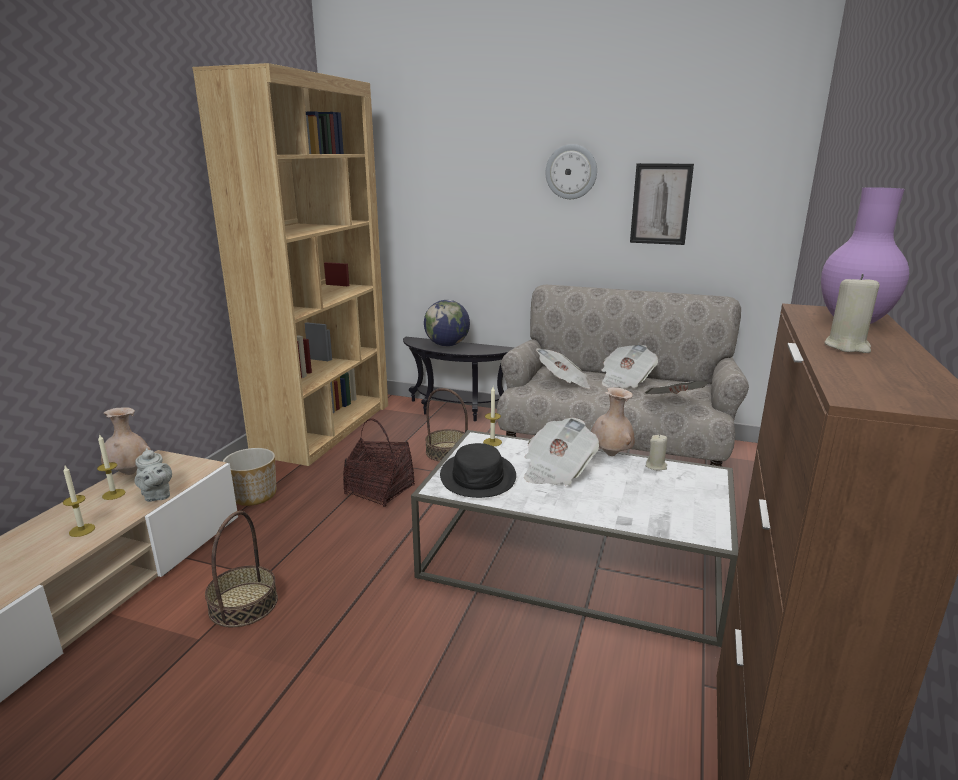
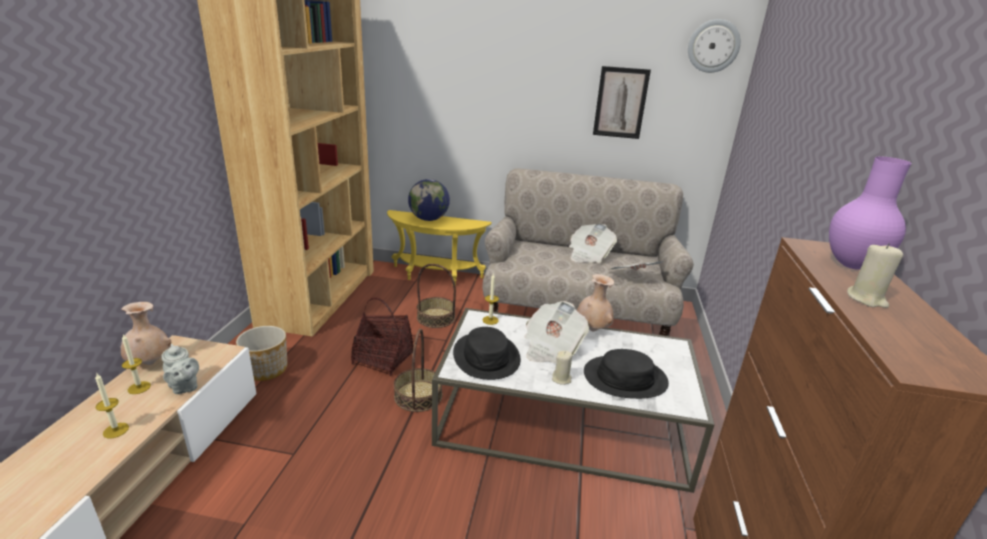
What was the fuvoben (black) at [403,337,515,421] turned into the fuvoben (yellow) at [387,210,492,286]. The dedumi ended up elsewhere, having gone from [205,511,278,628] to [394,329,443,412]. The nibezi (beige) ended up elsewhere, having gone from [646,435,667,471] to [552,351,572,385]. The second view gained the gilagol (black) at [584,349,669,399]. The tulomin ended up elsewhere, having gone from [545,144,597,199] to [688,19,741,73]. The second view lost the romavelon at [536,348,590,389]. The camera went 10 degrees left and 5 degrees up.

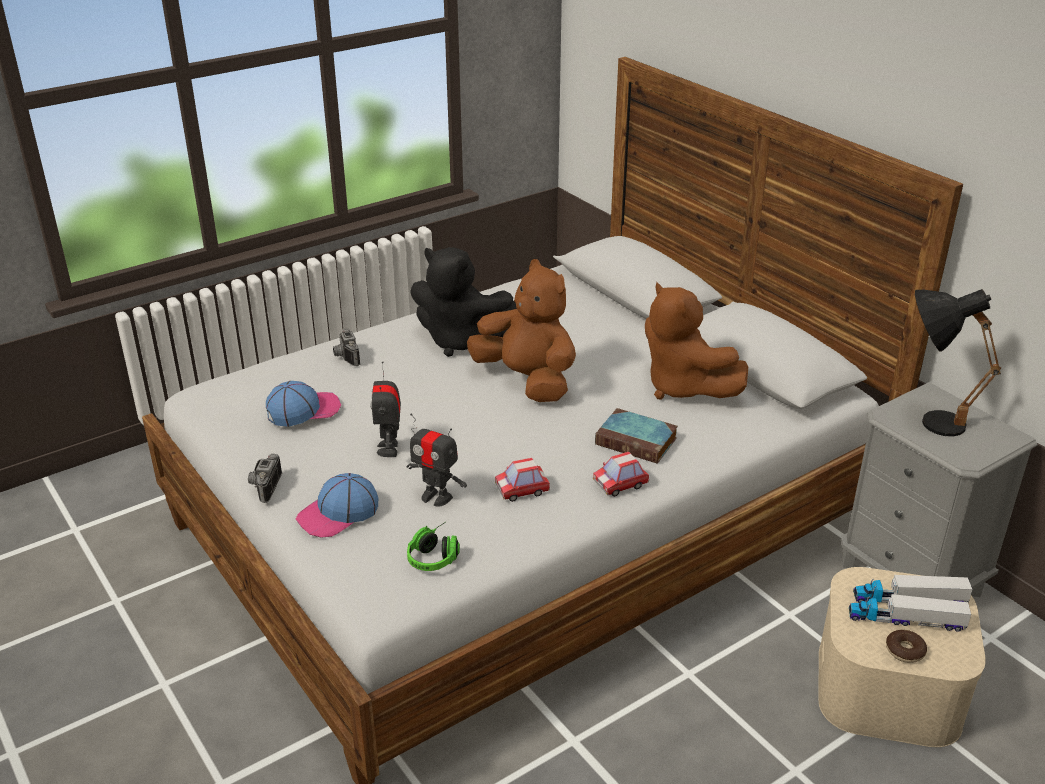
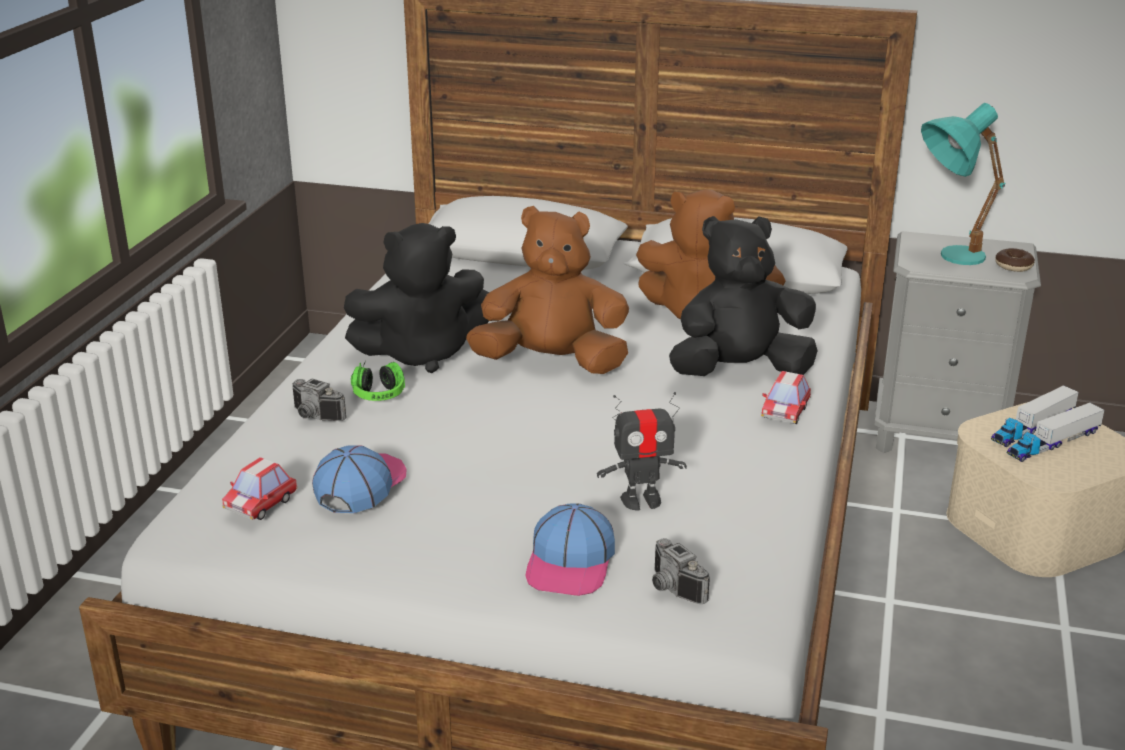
The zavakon ended up elsewhere, having gone from [495,458,550,502] to [222,457,298,520]. The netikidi ended up elsewhere, having gone from [407,522,460,571] to [351,361,405,401]. The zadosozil ended up elsewhere, having gone from [248,454,282,503] to [652,538,710,604]. Where the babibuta stood at [595,408,678,464], the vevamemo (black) came to stand at [669,216,818,376]. What was the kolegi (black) at [915,289,1001,436] turned into the kolegi (turquoise) at [921,103,1006,265]. The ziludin ended up elsewhere, having gone from [886,630,927,663] to [995,248,1035,272]. The second view lost the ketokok at [370,361,401,457]. The camera went 40 degrees left and 5 degrees down.

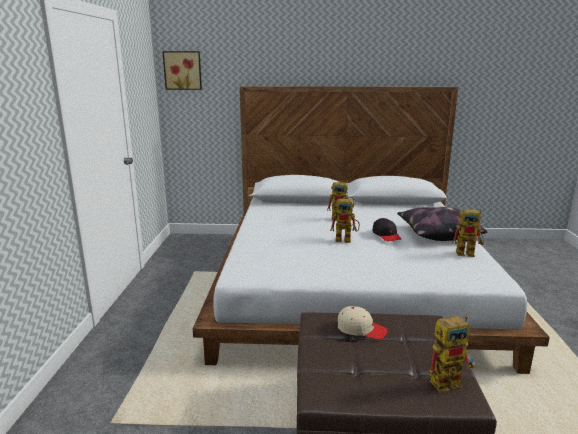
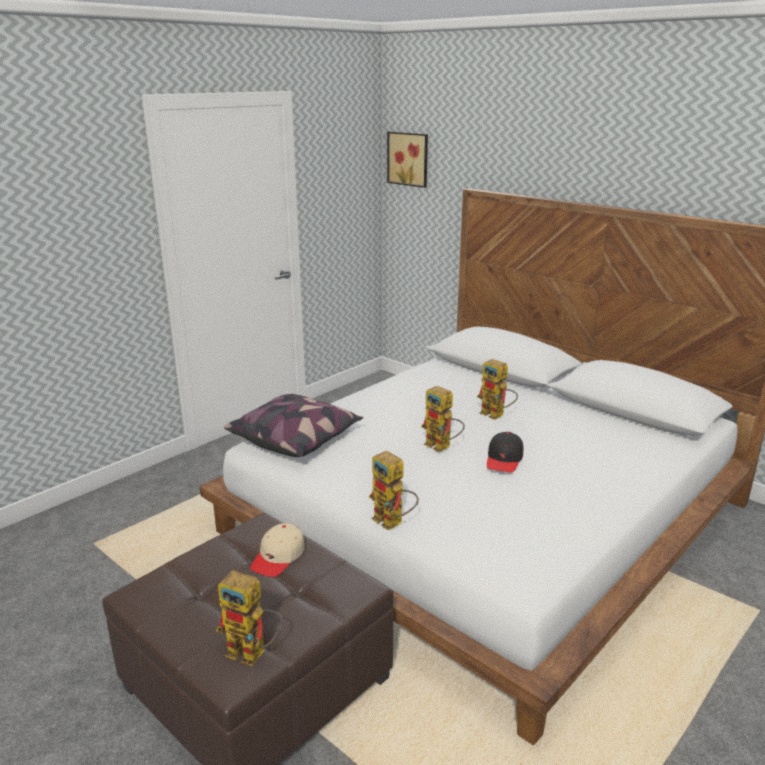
The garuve ended up elsewhere, having gone from [397,207,488,241] to [224,394,363,457]. The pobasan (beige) at [338,306,388,340] ended up facing another way, 60 degrees clockwise from before. The ketokok ended up elsewhere, having gone from [452,209,484,257] to [369,451,419,530]. The camera went 40 degrees right and 5 degrees up.

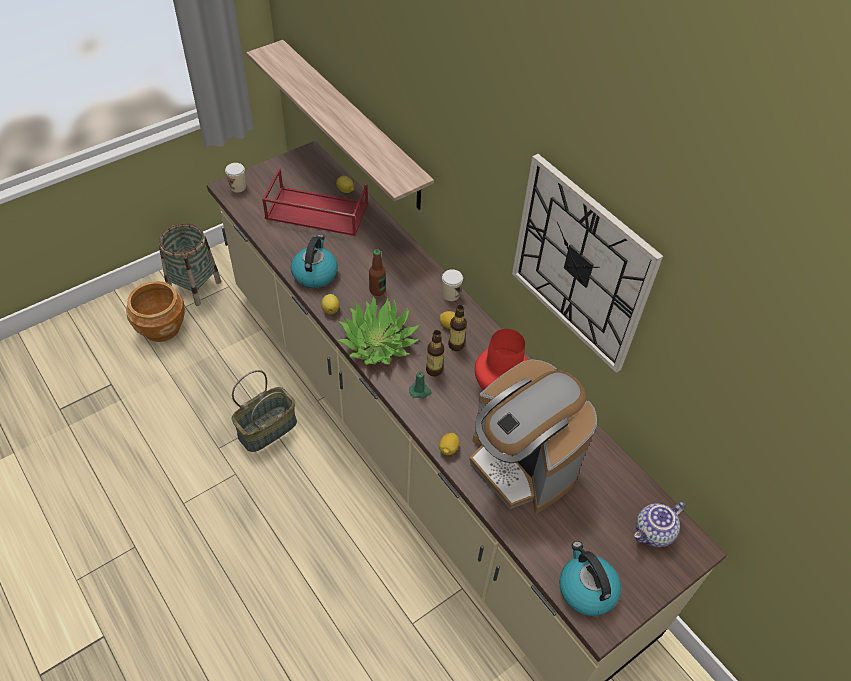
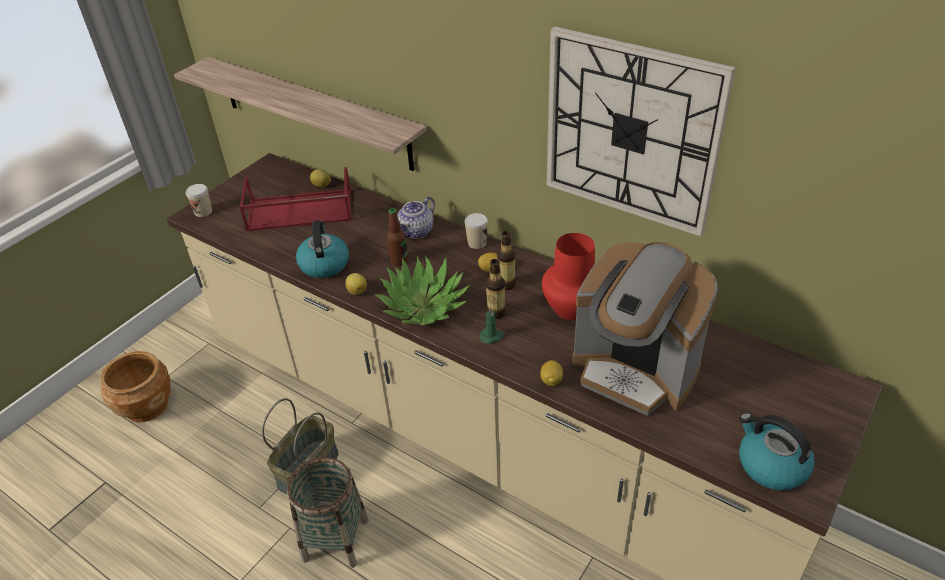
The dedumi ended up elsewhere, having gone from [159,223,221,306] to [287,457,369,568]. The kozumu ended up elsewhere, having gone from [634,502,686,547] to [397,196,435,239]. The camera went 15 degrees left and 10 degrees down.

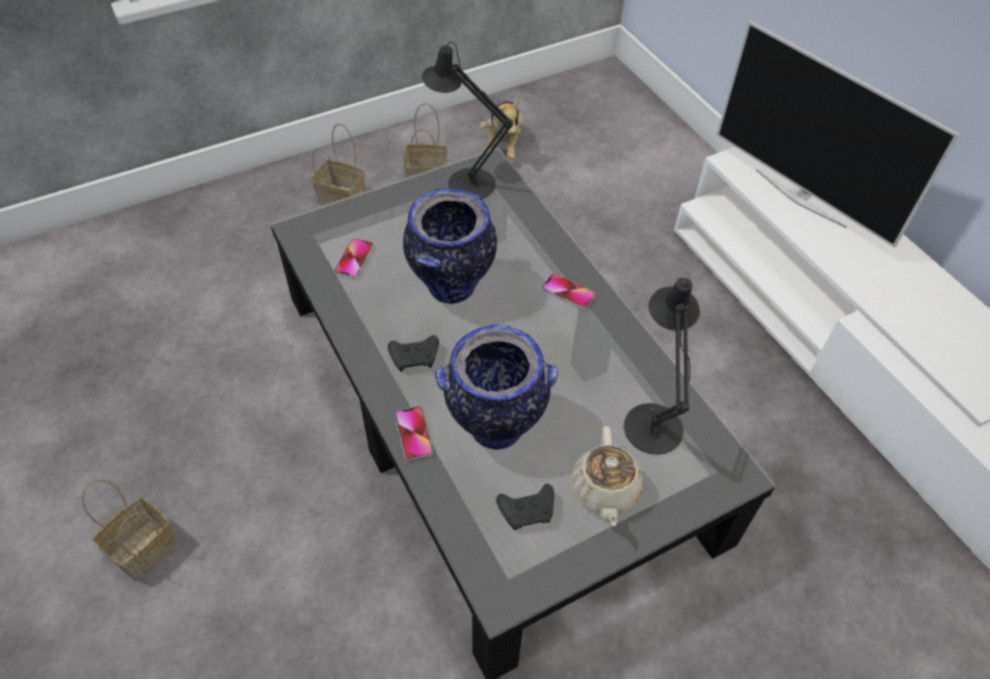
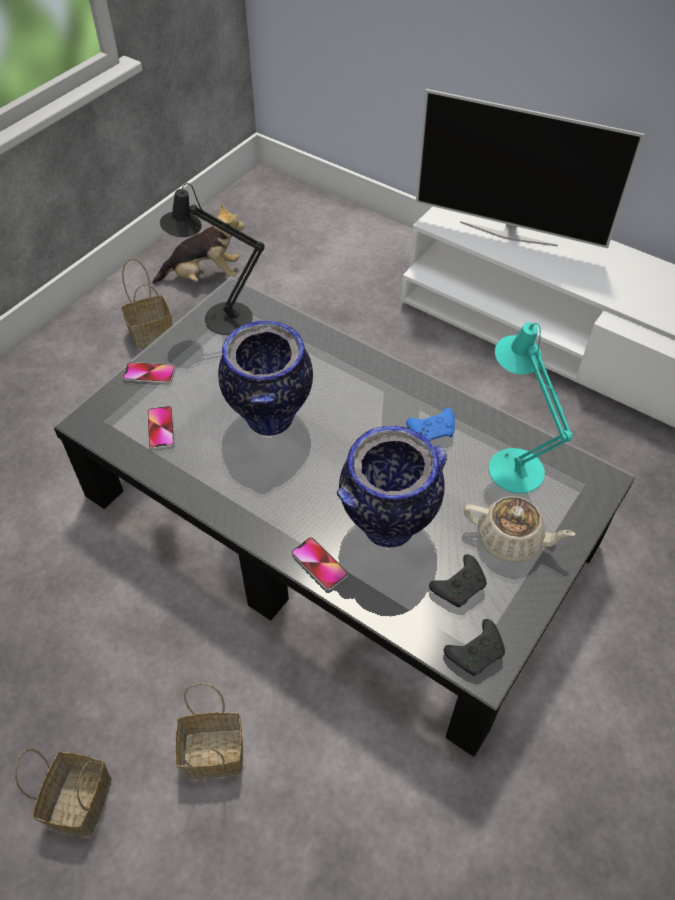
The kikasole ended up elsewhere, having gone from [542,273,596,309] to [123,362,175,384]. The vevamemo at [480,99,523,159] ended up facing another way, 75 degrees counterclockwise from before. The dedumi ended up elsewhere, having gone from [312,123,365,205] to [175,683,243,779]. The second view gained the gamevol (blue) at [406,408,455,442]. The gamevol (black) ended up elsewhere, having gone from [388,335,439,371] to [444,619,505,676]. The kozumu (beige) at [571,426,643,526] ended up facing another way, 45 degrees counterclockwise from before. What was the kolegi (black) at [624,277,700,455] turned into the kolegi (turquoise) at [489,322,573,493]. The camera went 25 degrees left and 0 degrees up.

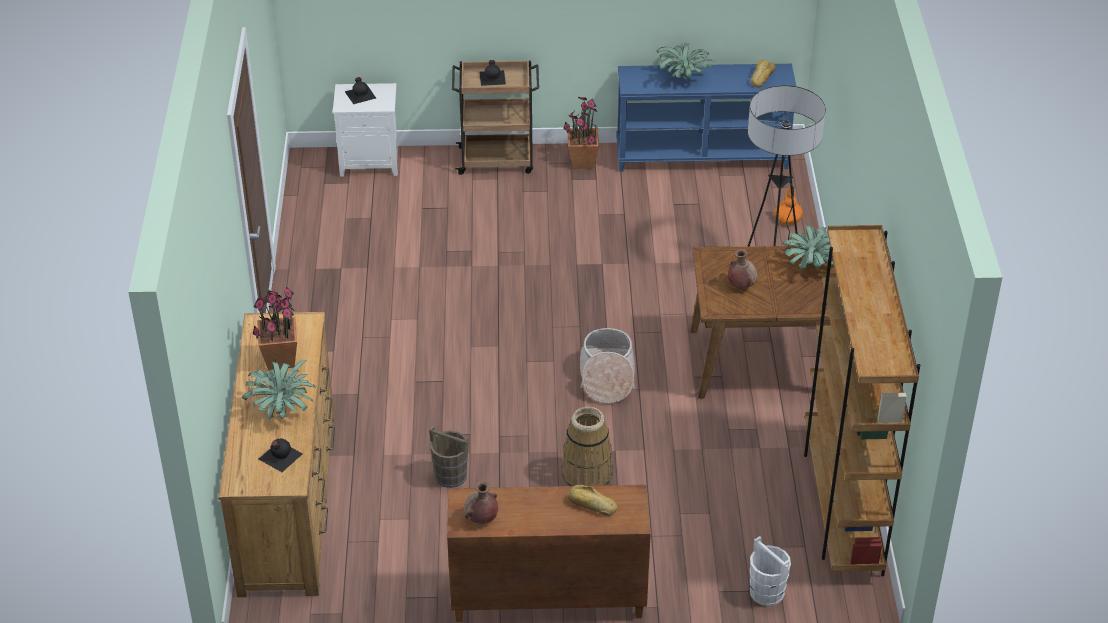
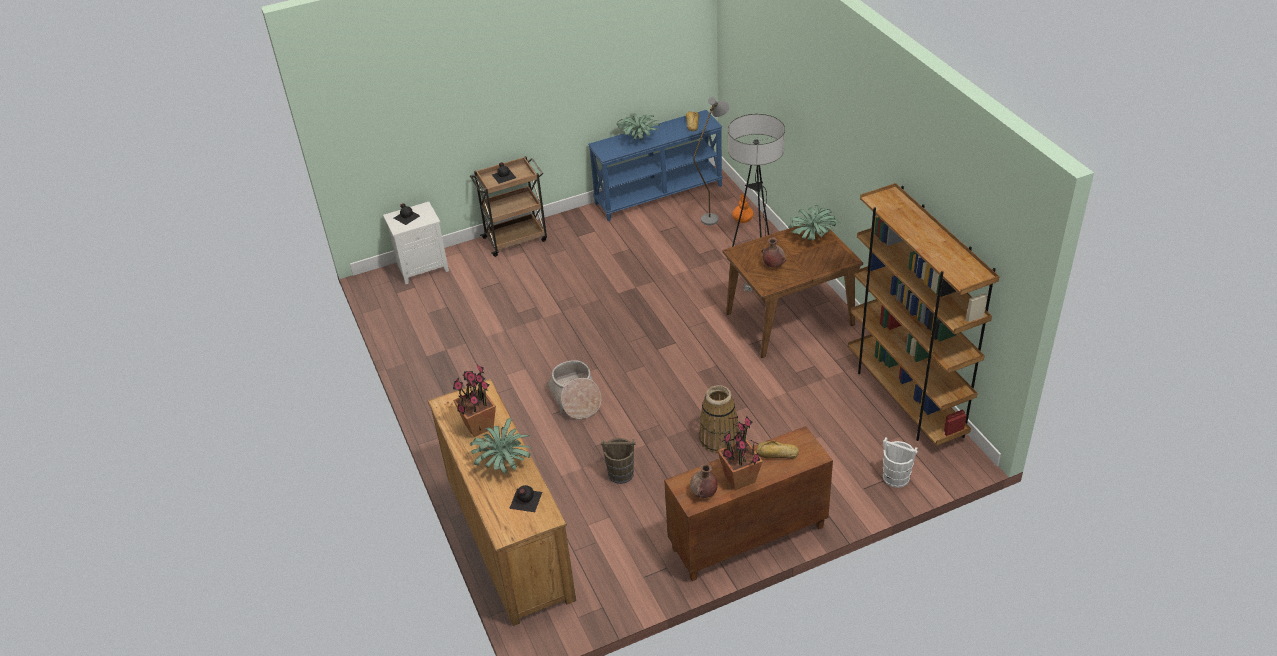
The dedumi ended up elsewhere, having gone from [580,328,635,404] to [547,360,601,419]. The second view gained the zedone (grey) at [693,97,729,225]. The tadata ended up elsewhere, having gone from [563,97,599,169] to [717,416,763,490]. The camera went 20 degrees left and 0 degrees up.

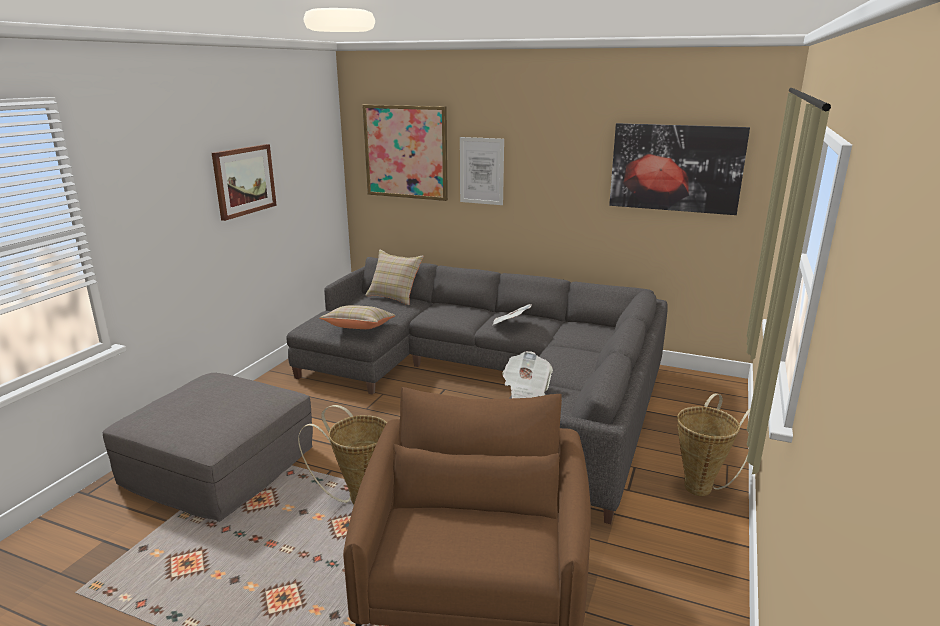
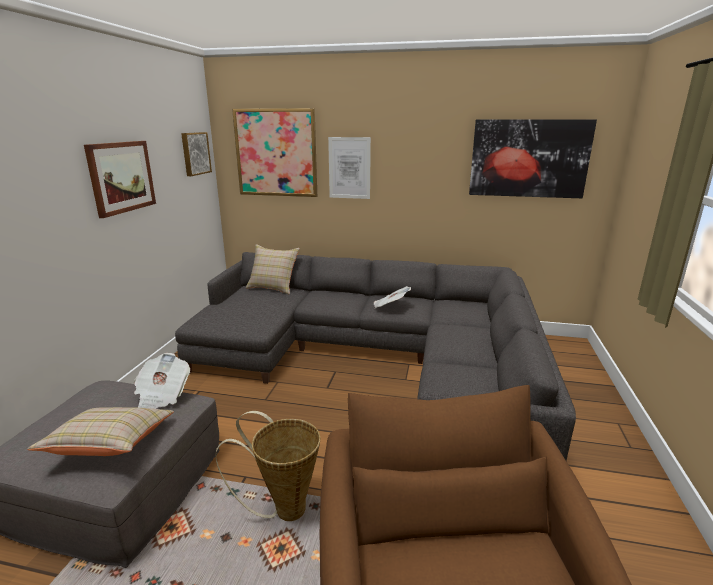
The garuve (beige) ended up elsewhere, having gone from [319,305,396,329] to [27,407,174,456]. The romavelon ended up elsewhere, having gone from [502,351,553,398] to [134,353,190,409]. The second view gained the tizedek at [181,132,212,176]. The second view lost the dedumi at [677,393,751,496]. The camera went 10 degrees left and 0 degrees up.

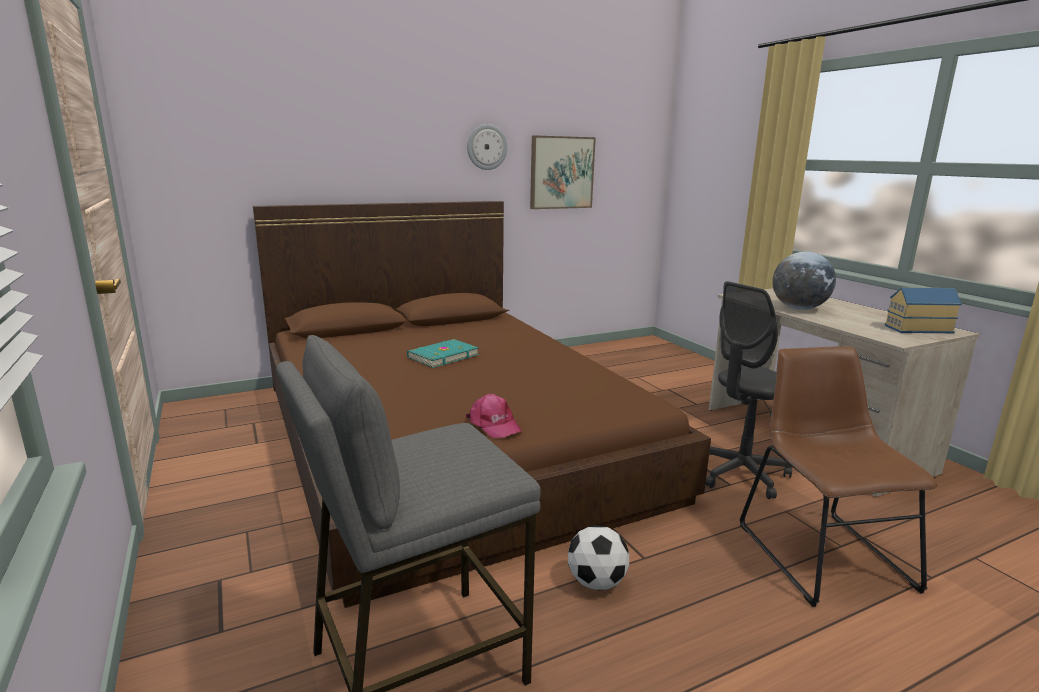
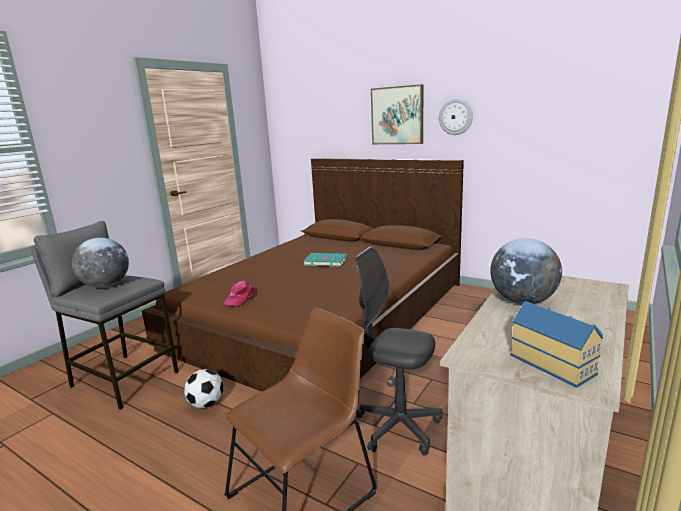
The second view gained the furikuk at [72,238,129,288]. The tizedek ended up elsewhere, having gone from [530,135,596,209] to [371,84,423,144]. The camera went 60 degrees right and 0 degrees up.

